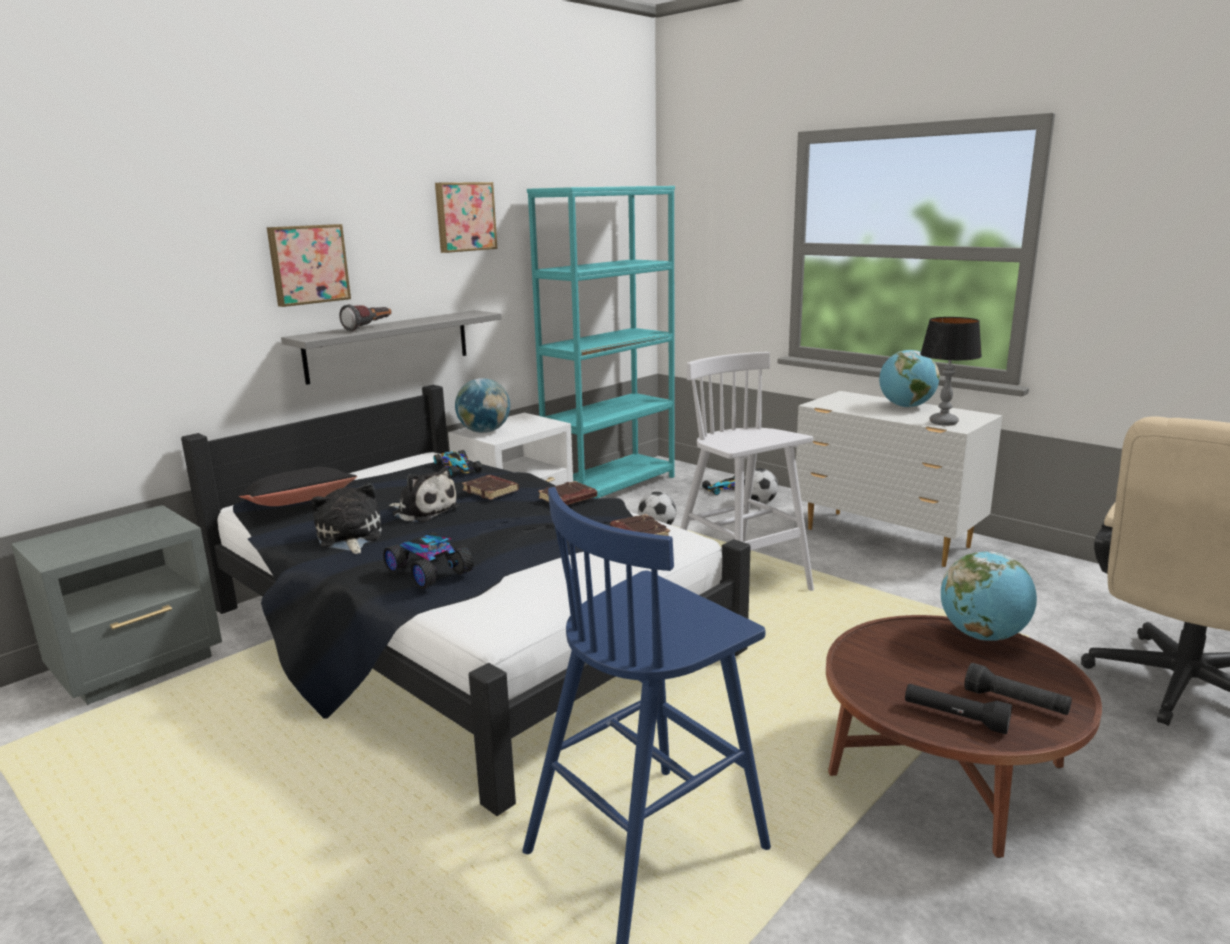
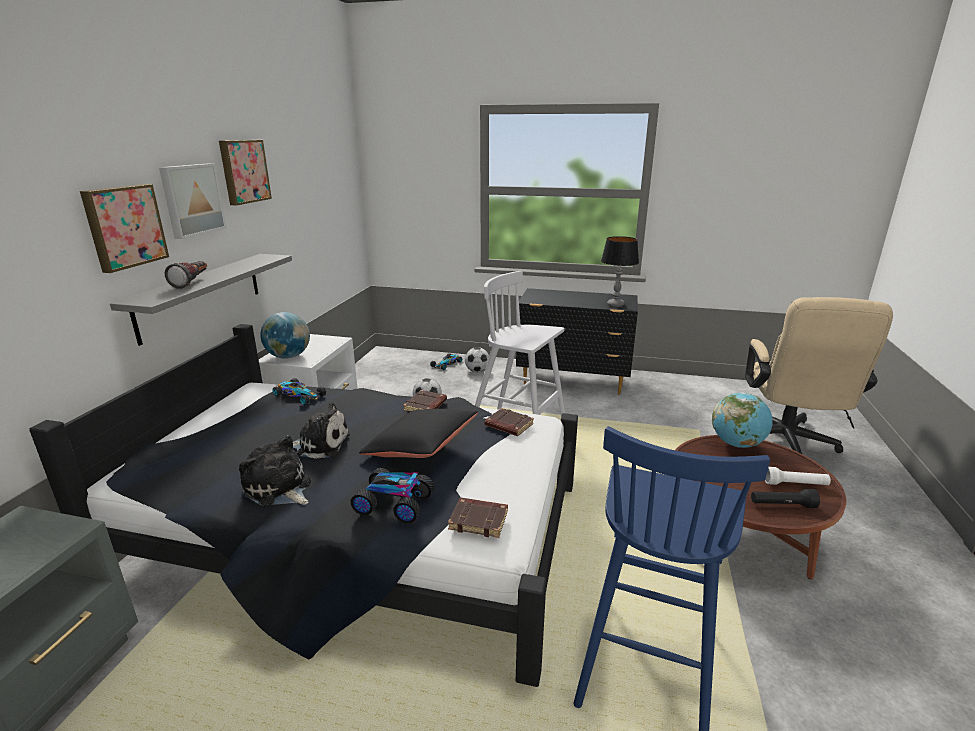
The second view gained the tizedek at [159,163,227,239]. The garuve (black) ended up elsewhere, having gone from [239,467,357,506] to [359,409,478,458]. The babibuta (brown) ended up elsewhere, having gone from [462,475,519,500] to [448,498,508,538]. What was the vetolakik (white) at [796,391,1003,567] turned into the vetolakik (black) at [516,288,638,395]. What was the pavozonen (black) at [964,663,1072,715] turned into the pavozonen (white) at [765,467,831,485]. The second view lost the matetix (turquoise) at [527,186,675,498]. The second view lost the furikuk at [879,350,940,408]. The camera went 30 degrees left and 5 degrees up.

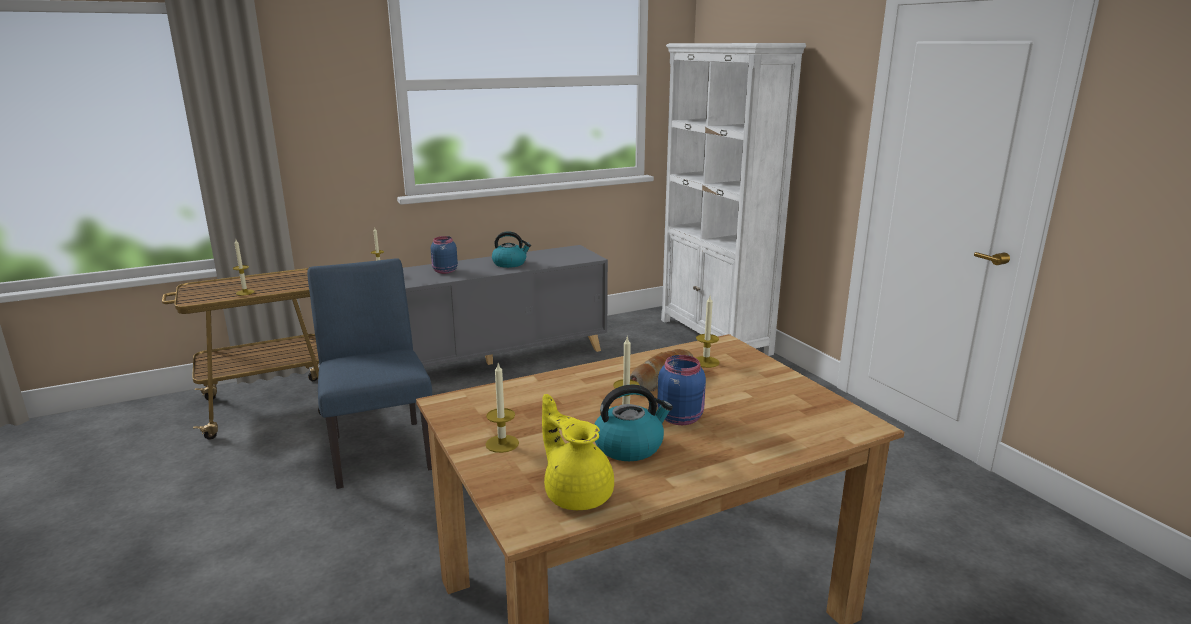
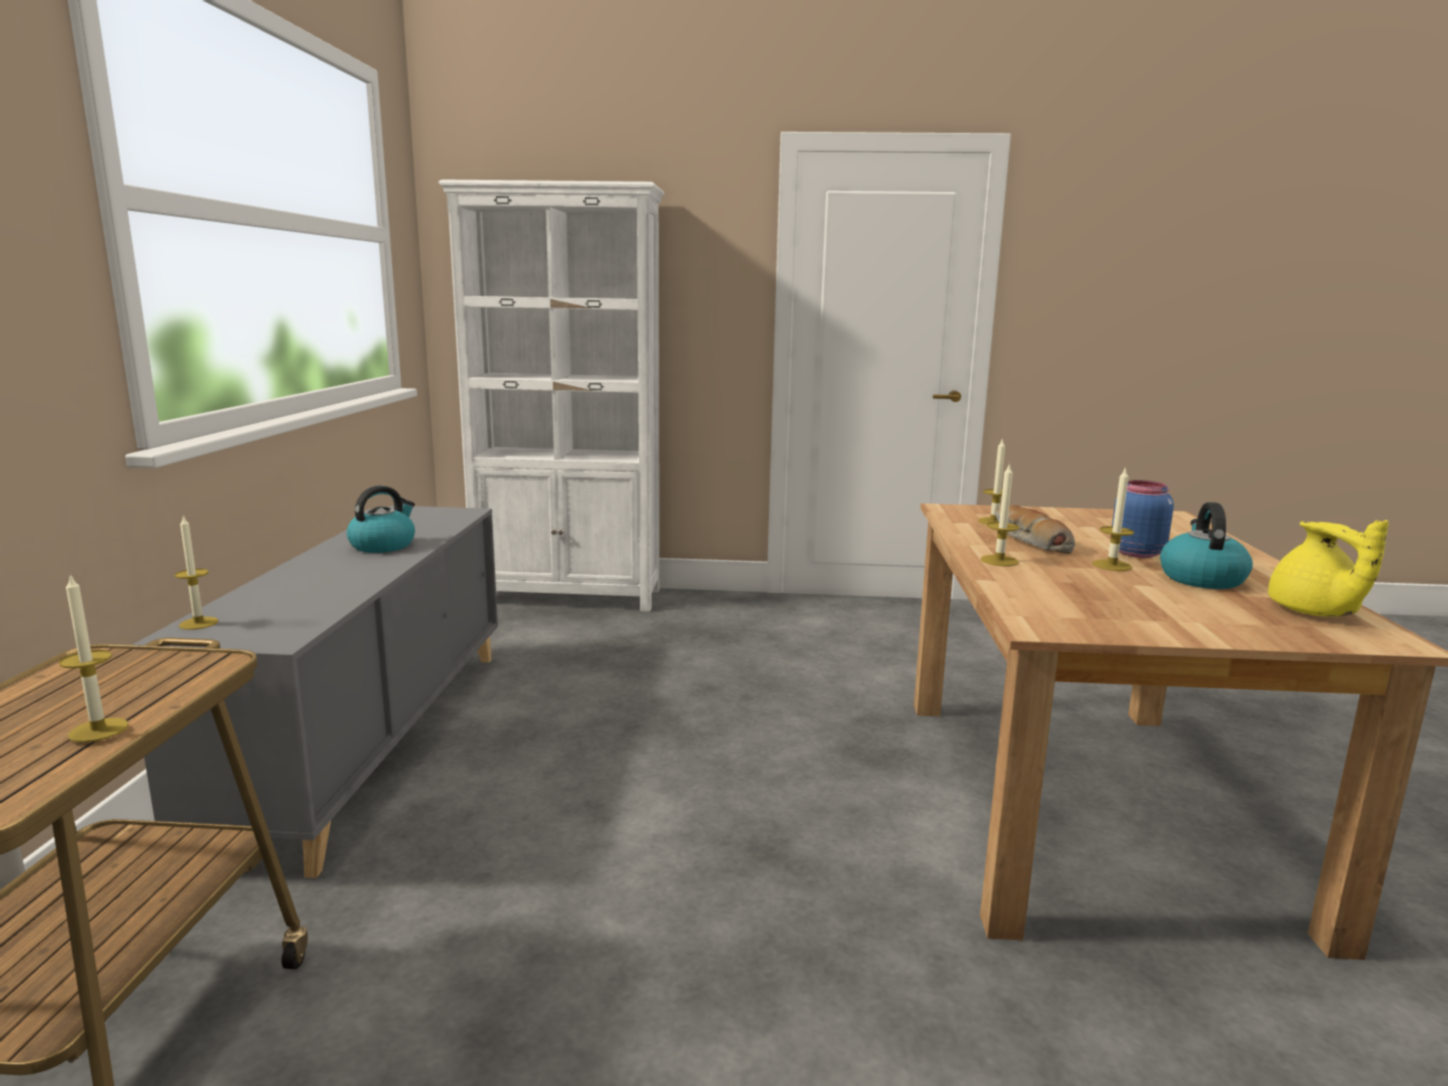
The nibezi ended up elsewhere, having gone from [485,363,519,453] to [981,463,1019,566]. The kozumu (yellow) at [542,394,614,510] ended up facing another way, 90 degrees counterclockwise from before. The second view lost the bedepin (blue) at [307,258,432,489]. The second view lost the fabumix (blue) at [431,236,458,274]. The camera went 60 degrees left and 5 degrees down.

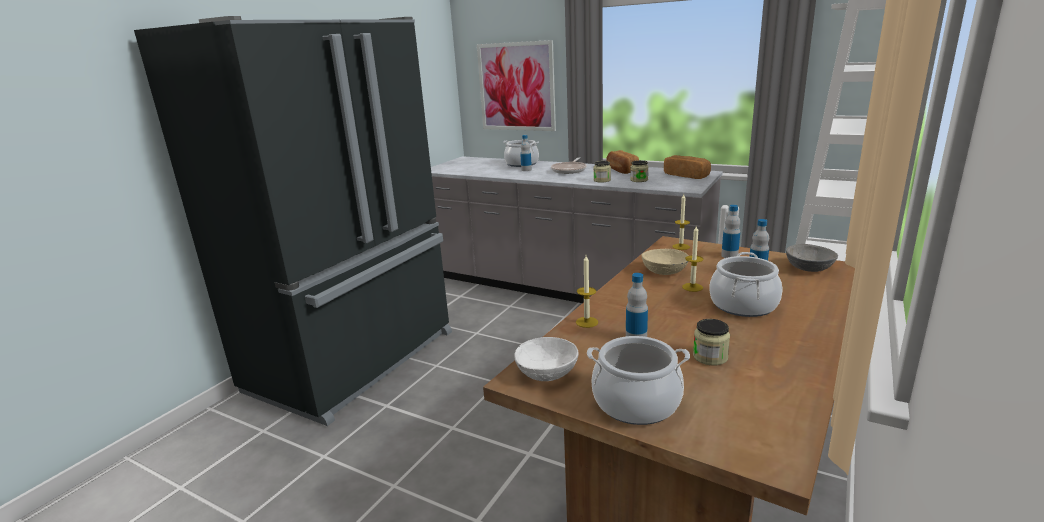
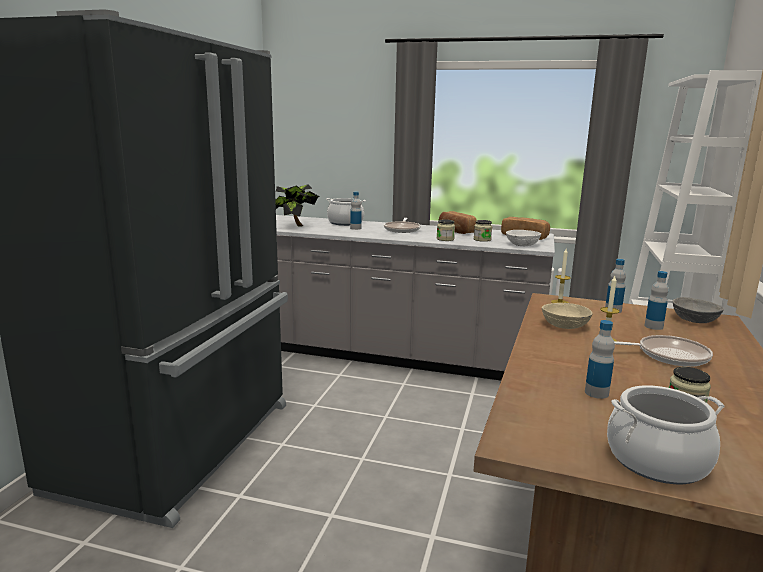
The second view gained the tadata at [275,184,320,227]. The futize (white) ended up elsewhere, having gone from [514,337,579,381] to [506,230,541,246]. Where the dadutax stood at [709,252,782,317], the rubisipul came to stand at [614,335,713,367]. The second view lost the tizedek at [477,40,556,131]. The second view lost the nibezi at [576,255,598,328]. The camera went 15 degrees left and 5 degrees down.

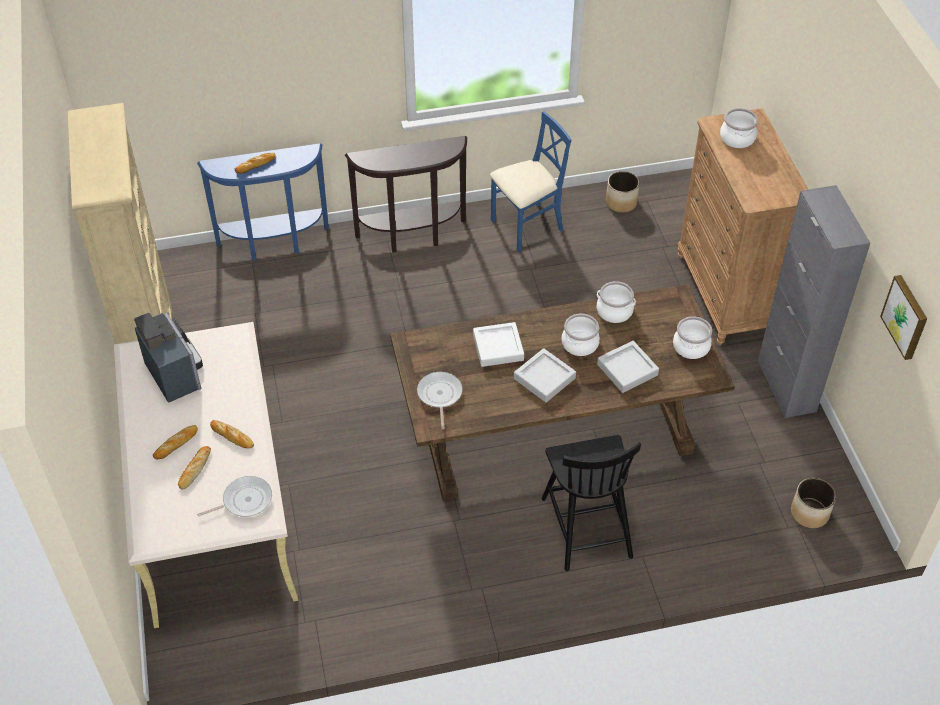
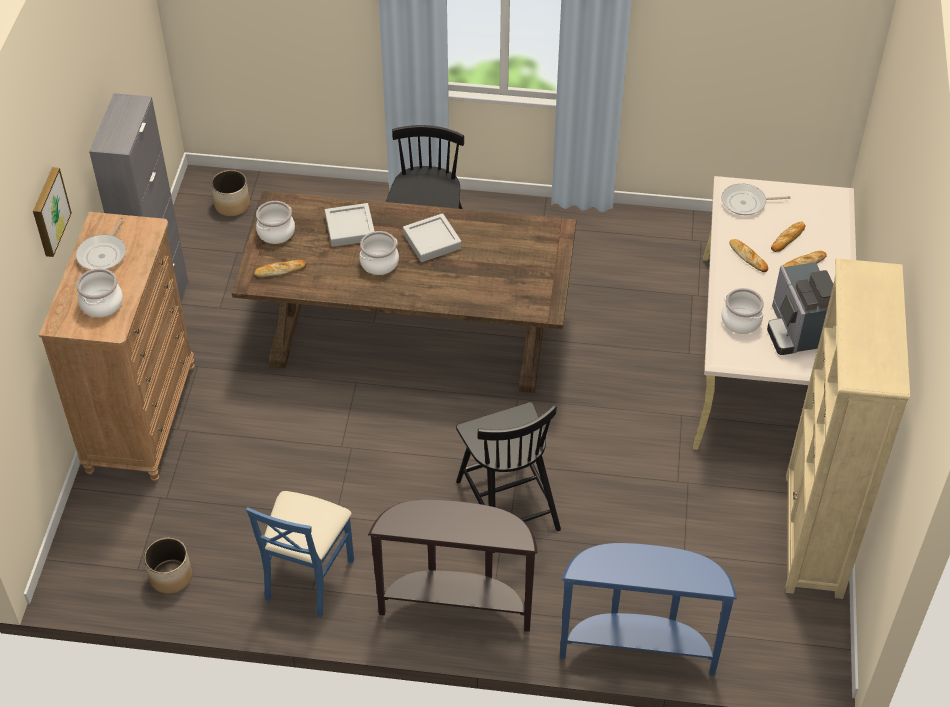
The tizedek ended up elsewhere, having gone from [880,275,927,360] to [33,167,72,257]. The rubisipul ended up elsewhere, having gone from [417,372,463,429] to [76,217,126,270]. The bedepin (blue) at [490,111,572,252] ended up facing another way, 60 degrees counterclockwise from before. The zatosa ended up elsewhere, having gone from [235,153,276,174] to [254,260,307,277]. The second view gained the bedepin (black) at [456,402,561,553]. The dadutax ended up elsewhere, having gone from [597,281,636,323] to [721,288,764,334]. The second view lost the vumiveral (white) at [473,322,524,367]. The camera went 160 degrees left and 0 degrees up.

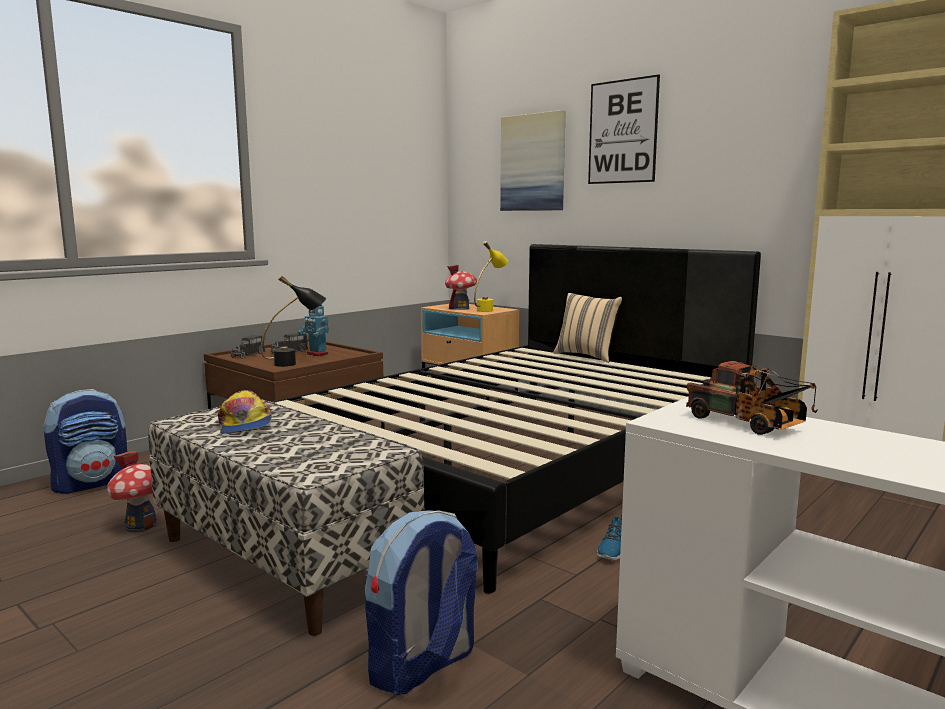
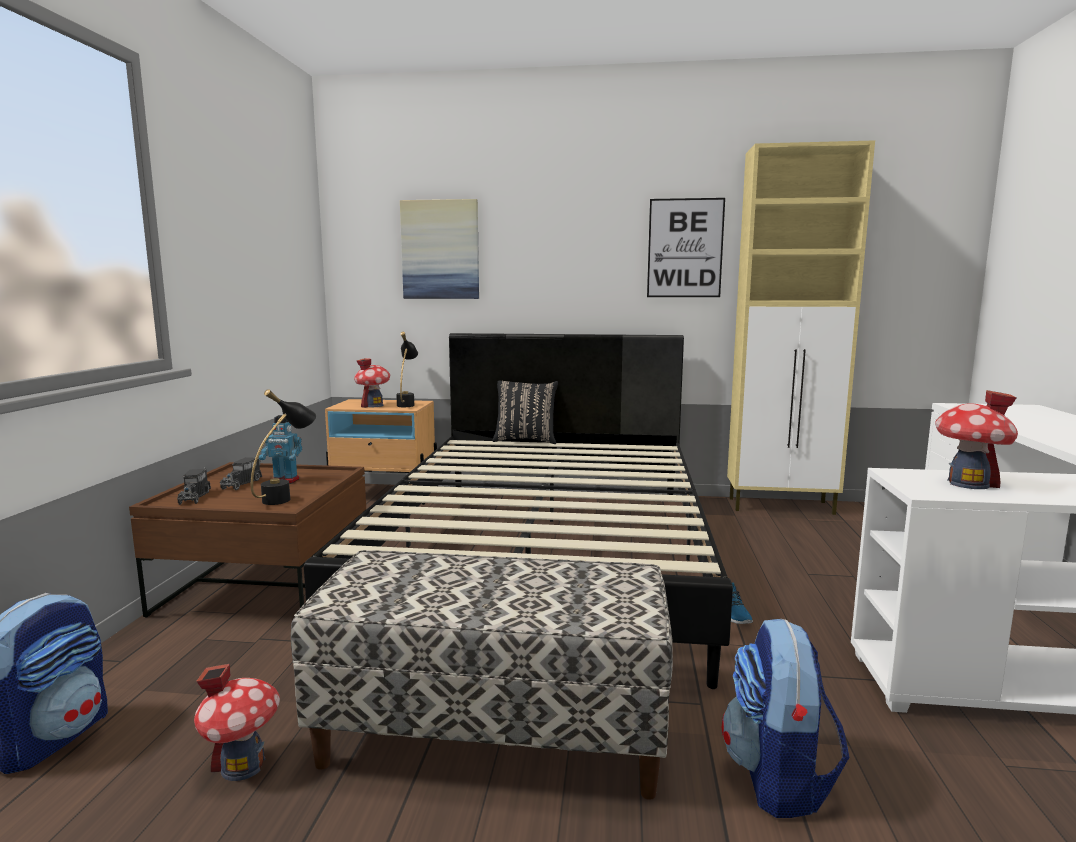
What was the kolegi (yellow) at [474,241,508,312] turned into the kolegi (black) at [396,332,418,407]. What was the garuve (beige) at [553,293,622,363] turned into the garuve (black) at [492,380,558,444]. The tizedek ended up elsewhere, having gone from [588,74,660,184] to [647,198,725,297]. Where the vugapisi stood at [686,361,818,435], the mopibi came to stand at [935,390,1018,489]. The second view lost the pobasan at [218,390,272,434]. The camera went 35 degrees left and 0 degrees up.

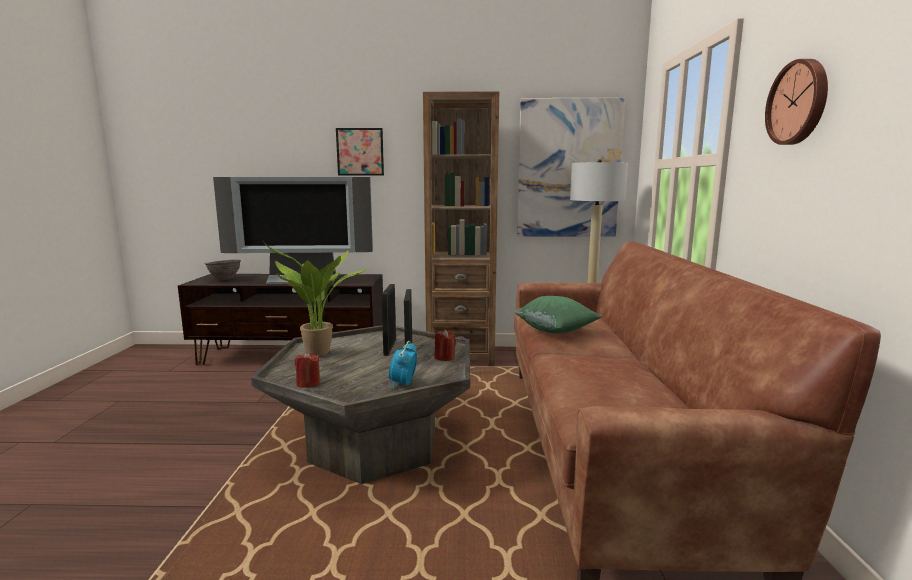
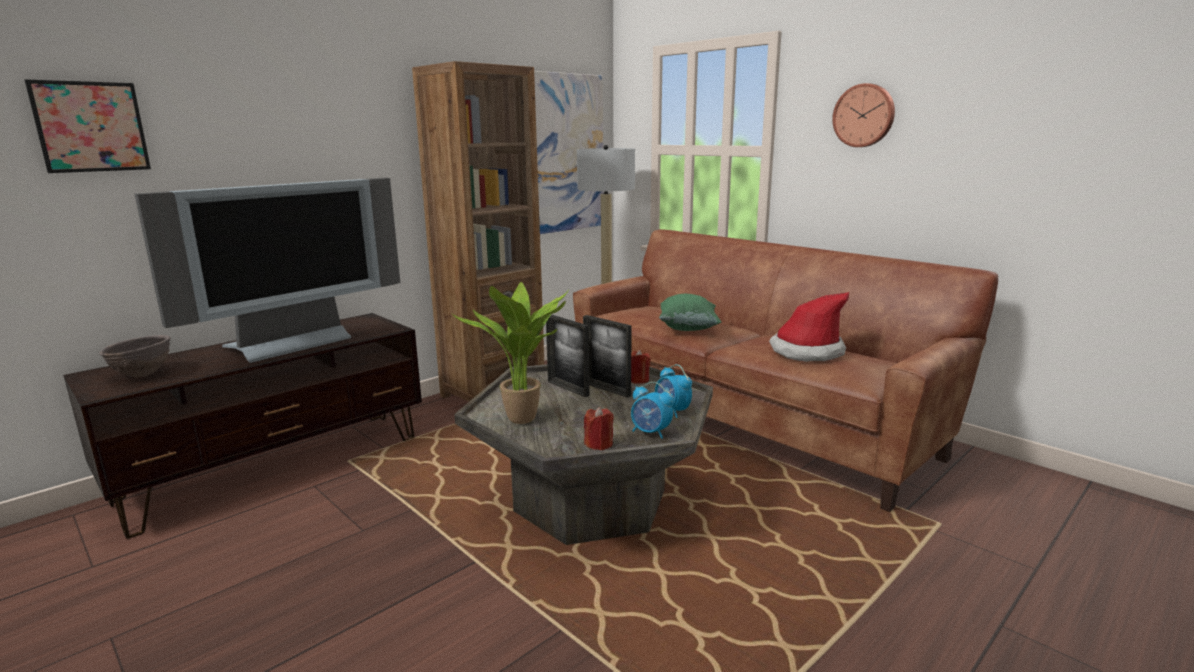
The tizedek ended up elsewhere, having gone from [336,128,384,176] to [25,79,151,173]. The second view gained the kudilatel at [631,382,674,438]. The second view gained the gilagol at [769,292,849,362]. The camera went 45 degrees left and 5 degrees up.

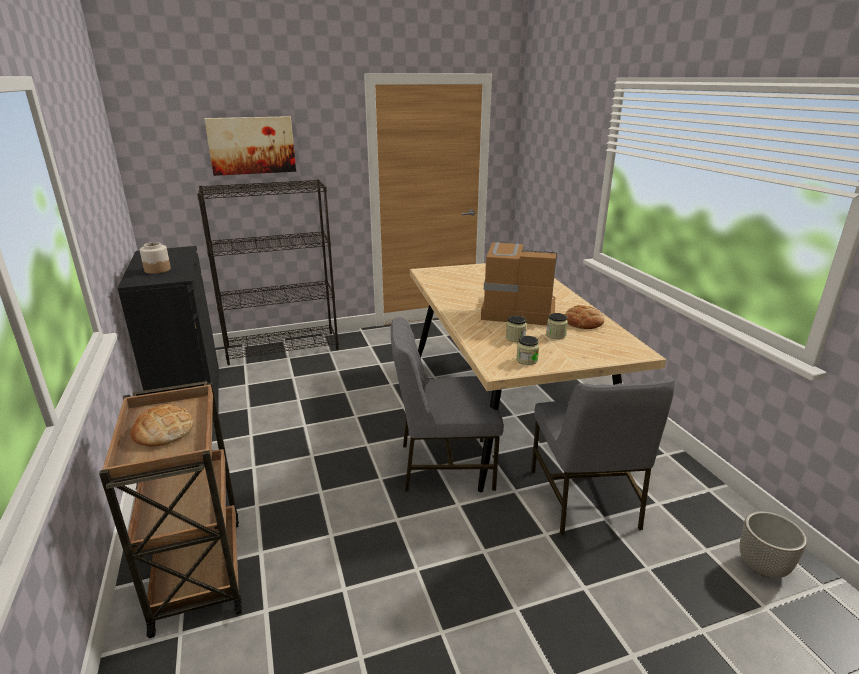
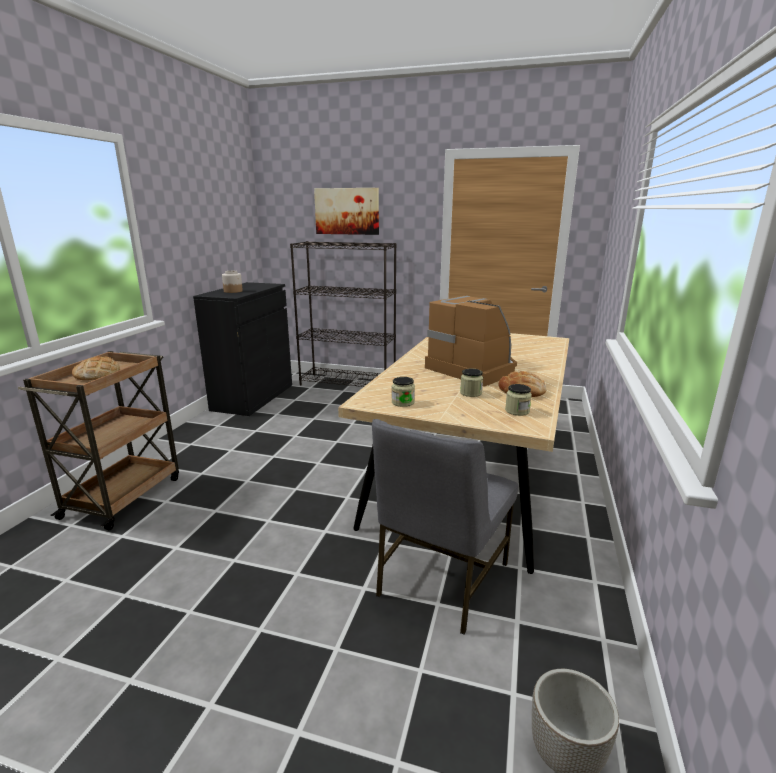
The fabumix ended up elsewhere, having gone from [506,316,527,342] to [505,384,532,416]. The second view lost the bedepin (grey) at [391,317,504,492]. The camera went 35 degrees right and 5 degrees down.

